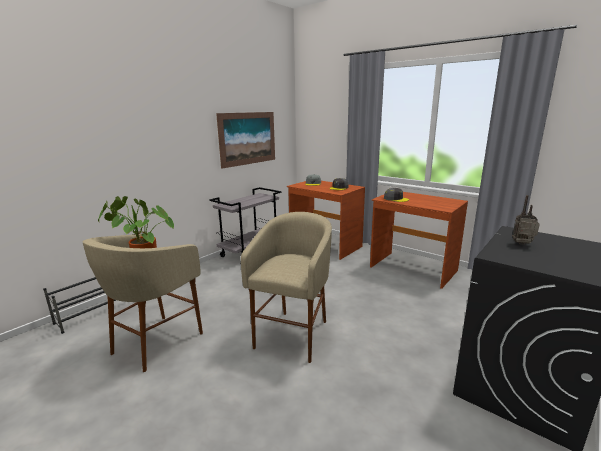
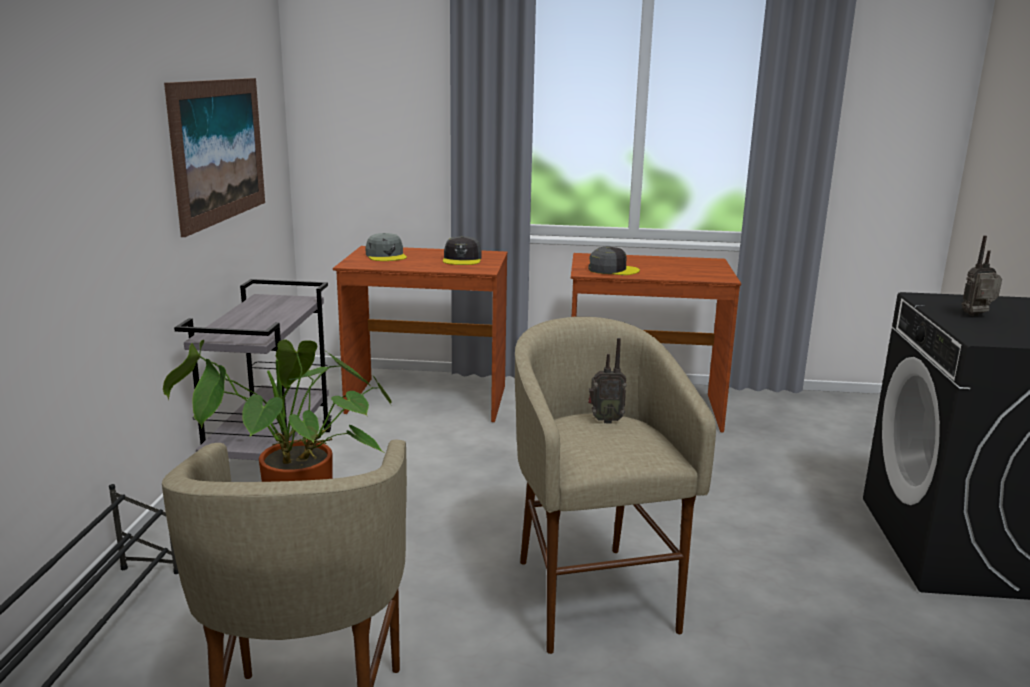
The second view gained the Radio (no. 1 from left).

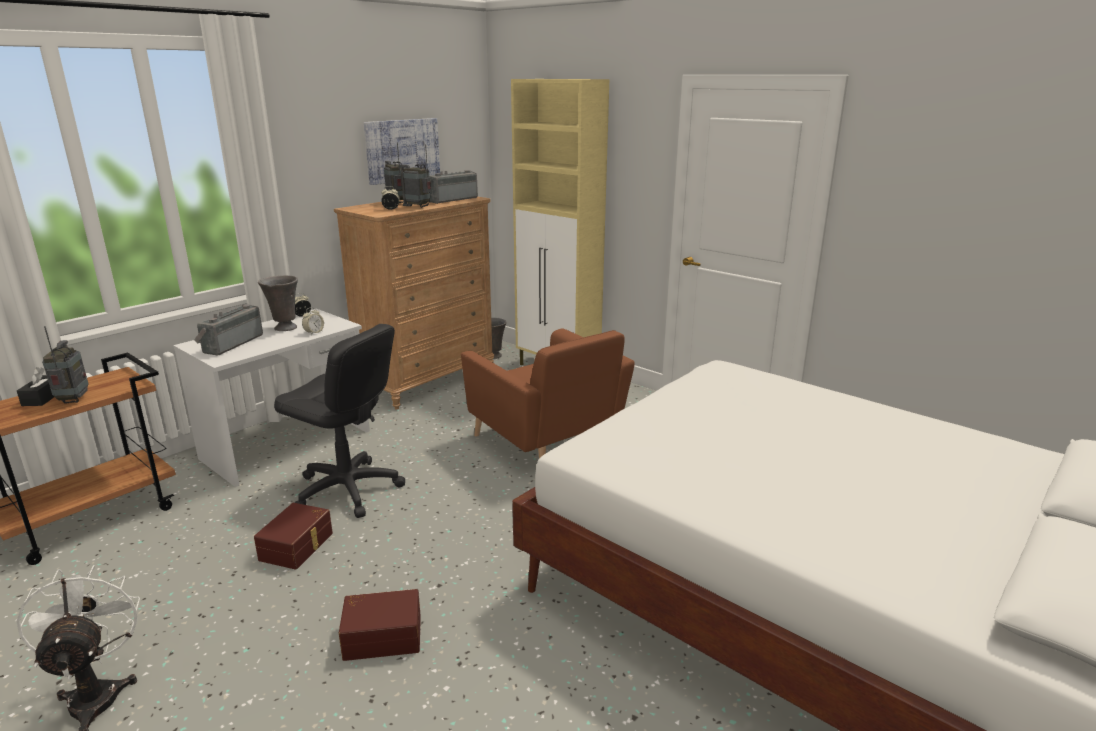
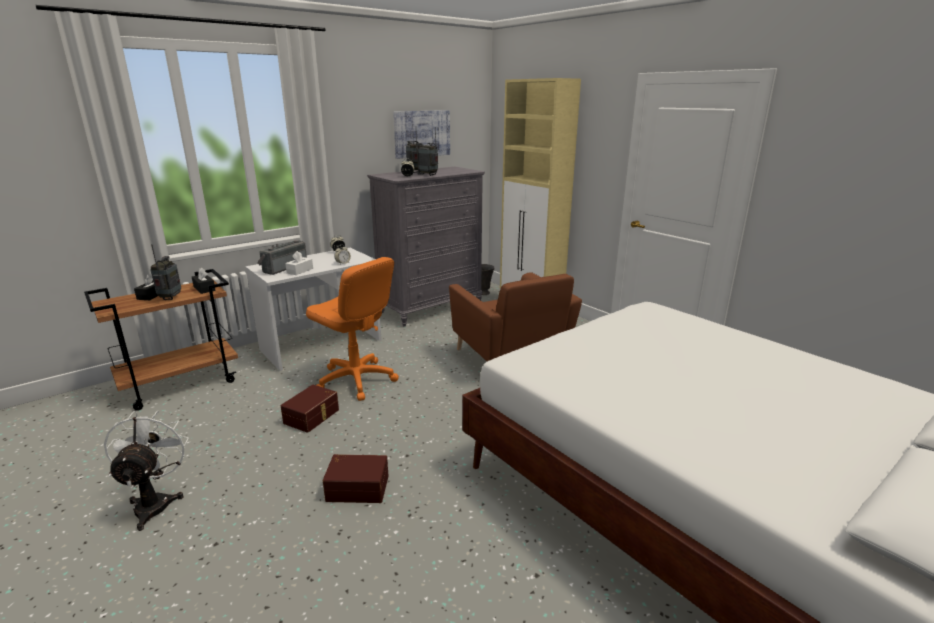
The second view lost the Vase/grau (no. 1 from left).
The second view lost the Radio (no. 5 from left).
The second view gained the Taschentuchbox/schwarz (no. 2 from left).
The second view gained the Taschentuchbox/weiß.
What was the Bürostuhl/schwarz turned into the Bürostuhl/orange.
What was the Kommode/braun turned into the Kommode/grau.

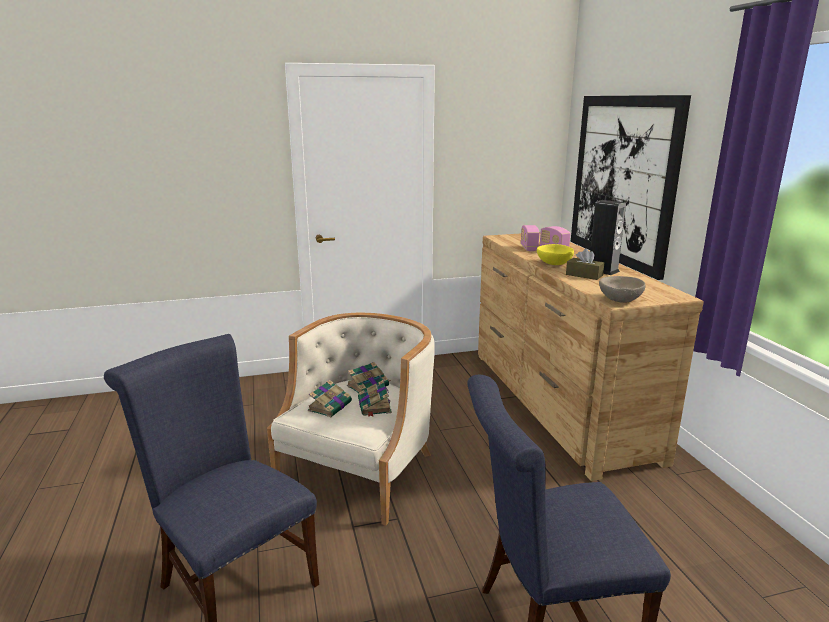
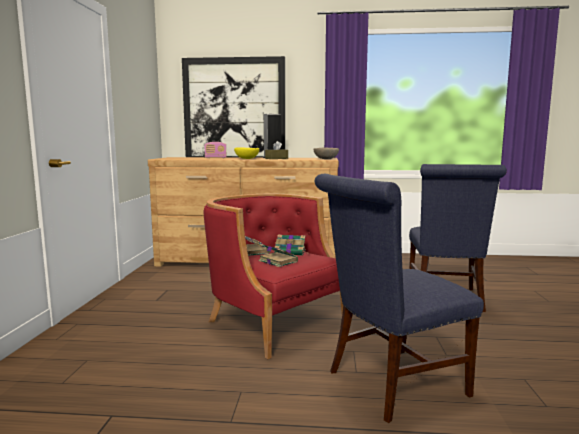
The second view lost the Radio (no. 1 from left).
What was the Sessel/beige turned into the Sessel/rot.

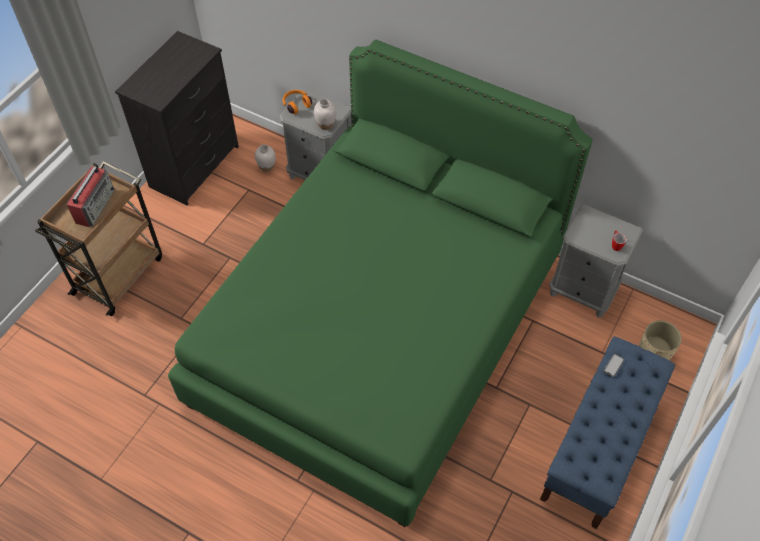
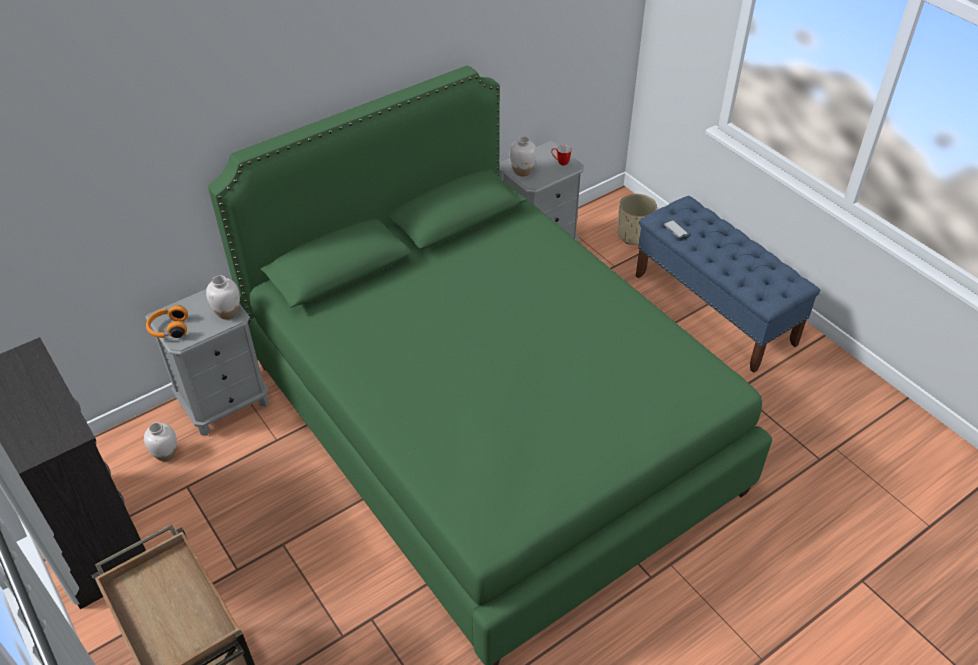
The second view lost the Radio.
The second view gained the Vase/weiß (no. 3 from left).

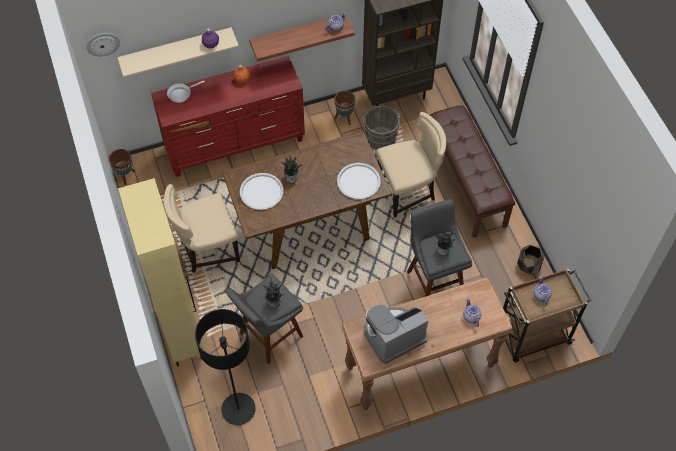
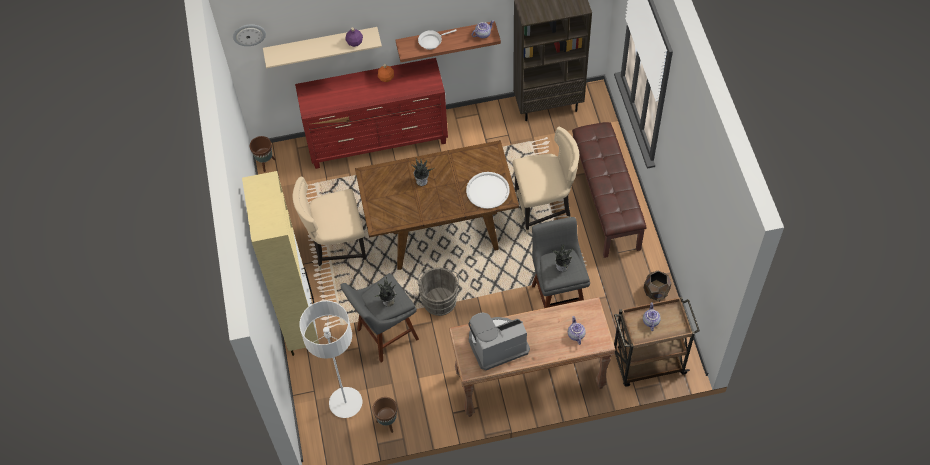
The second view lost the Tablett/weiß (no. 1 from left).
The Pfanne/weiß ended up elsewhere.
The Pflanzkübel/braun (no. 2 from left) ended up elsewhere.
The Eimer/grau ended up elsewhere.
What was the Stehlampe/schwarz turned into the Stehlampe/weiß.

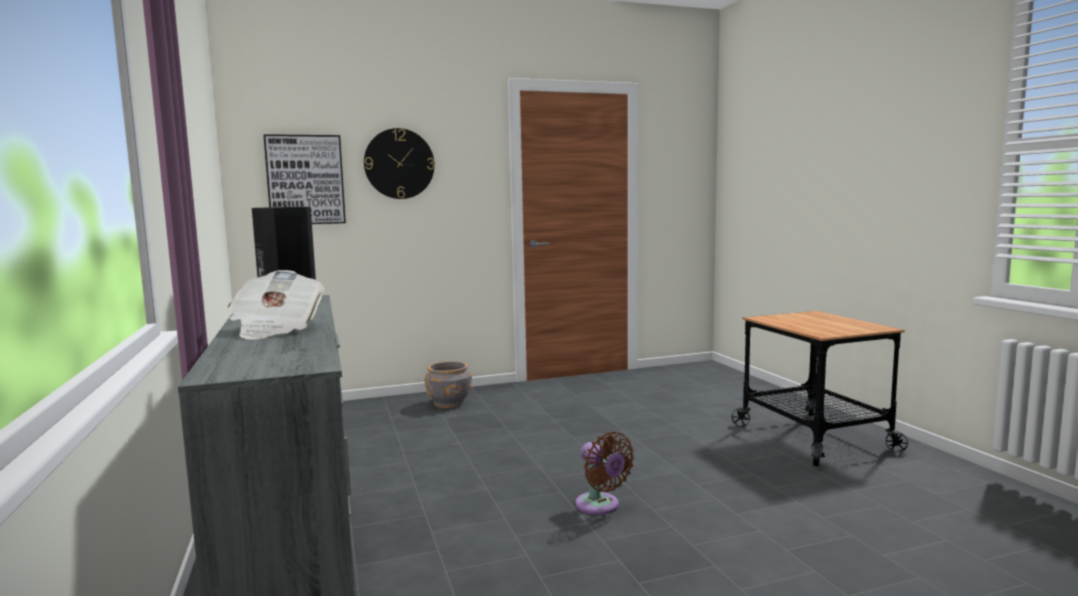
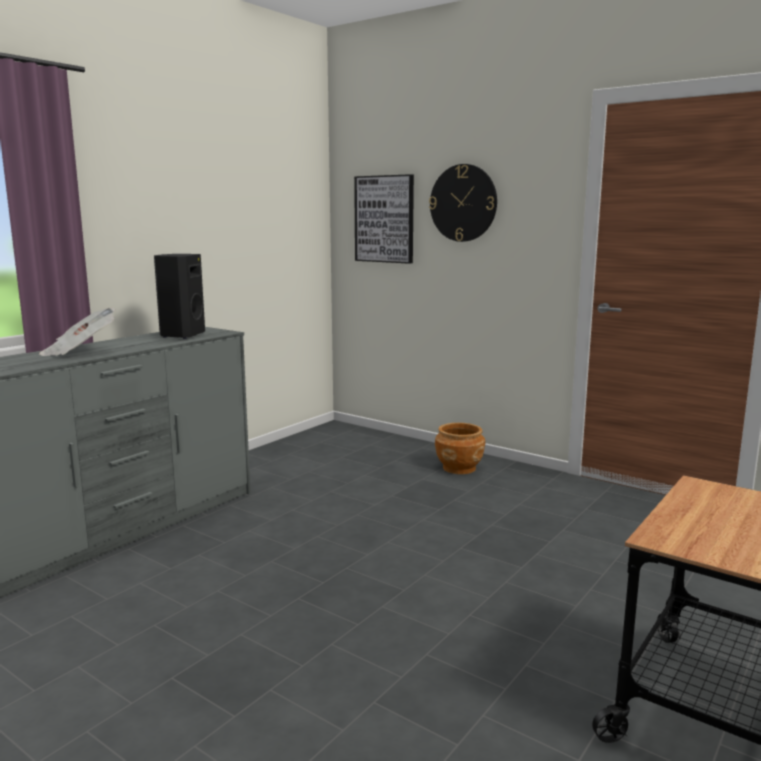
The second view lost the Ventilator/braun.
What was the Pflanzkübel/grau turned into the Pflanzkübel/braun.

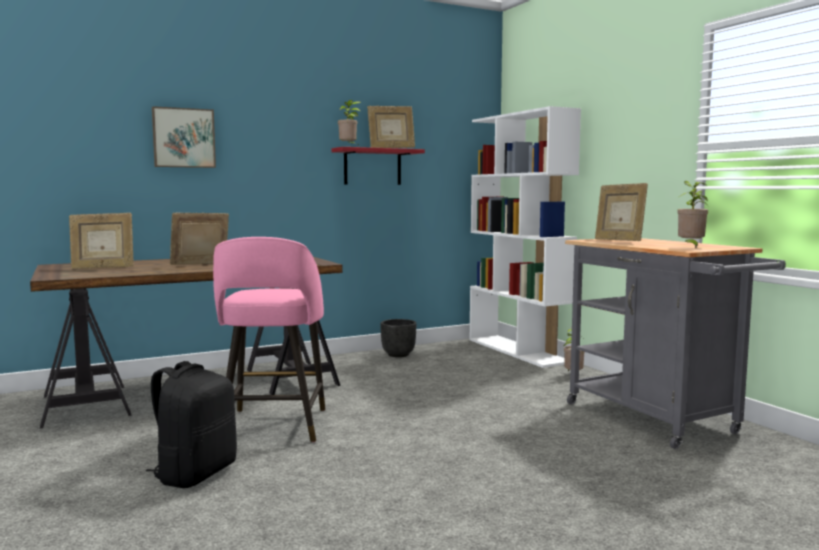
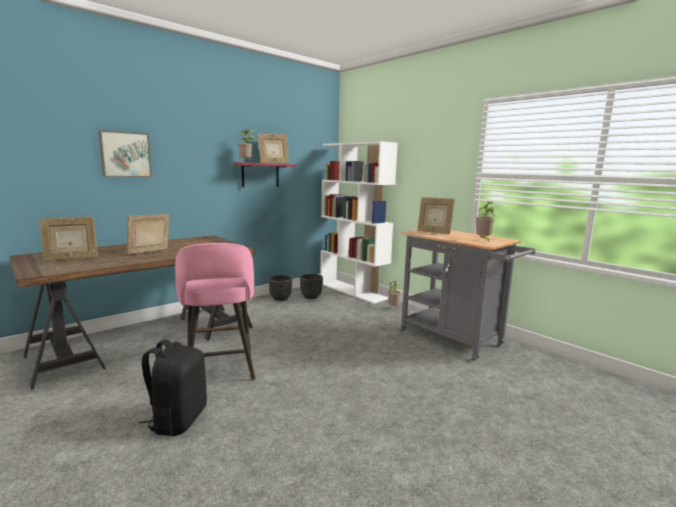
The second view gained the Pflanzkübel/schwarz (no. 2 from left).

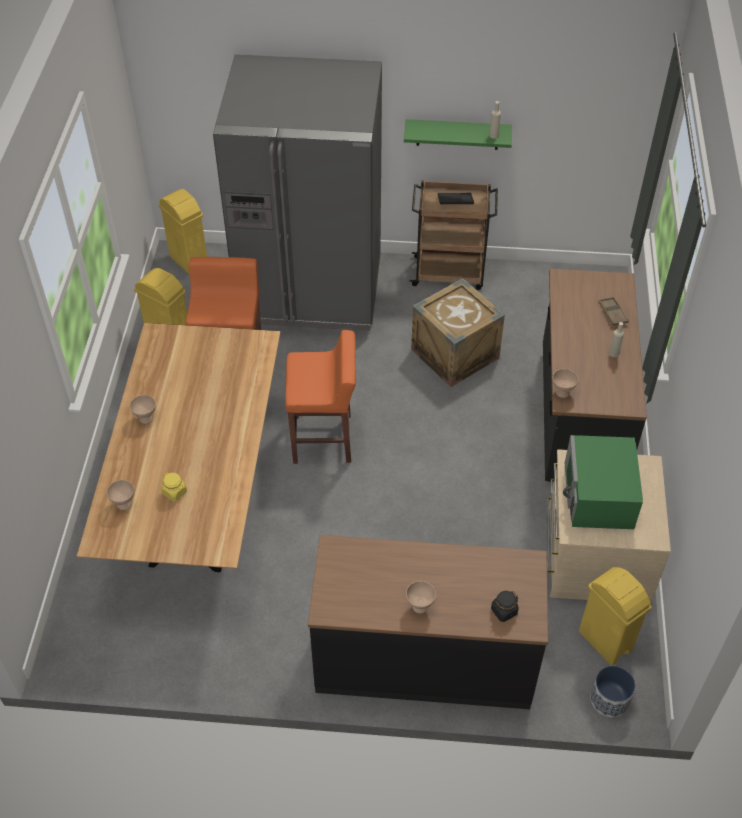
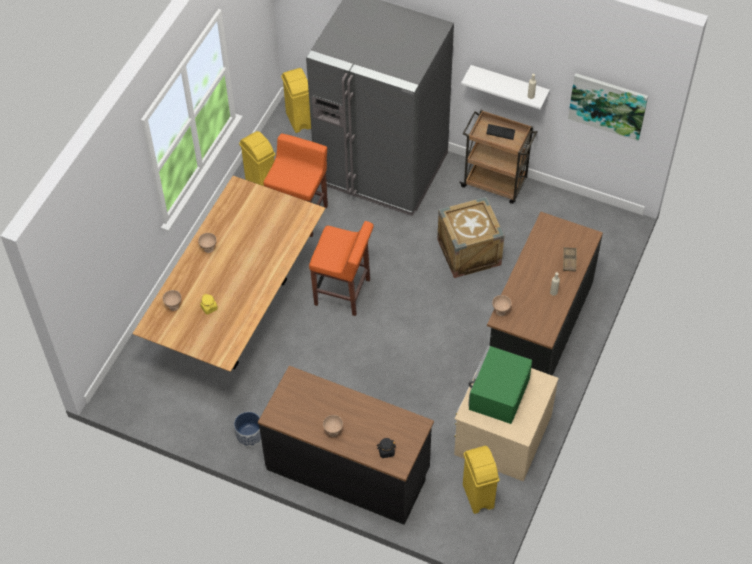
The second view gained the Bild.
The Pflanzkübel ended up elsewhere.
What was the Wandregal/grün turned into the Wandregal/weiß.

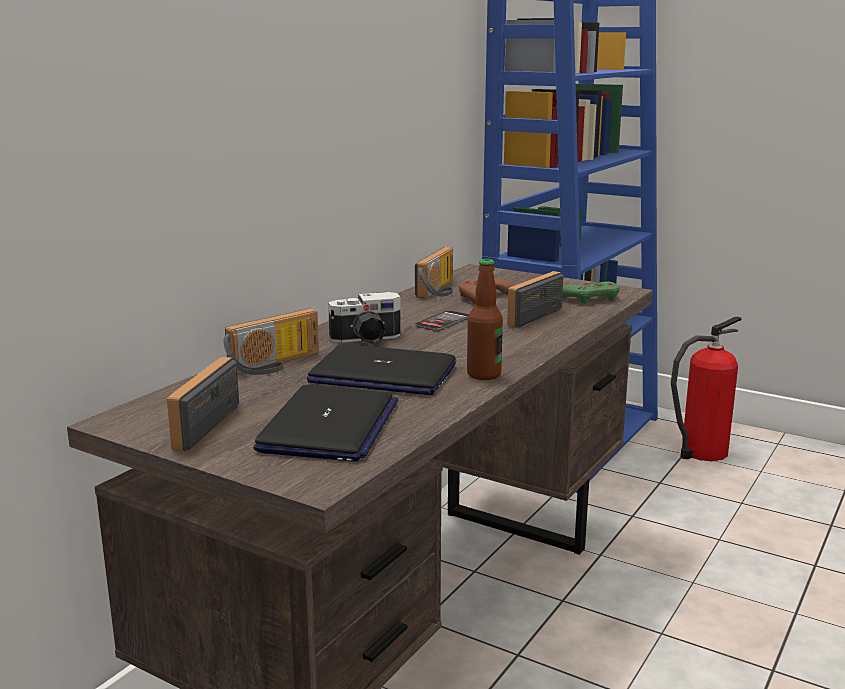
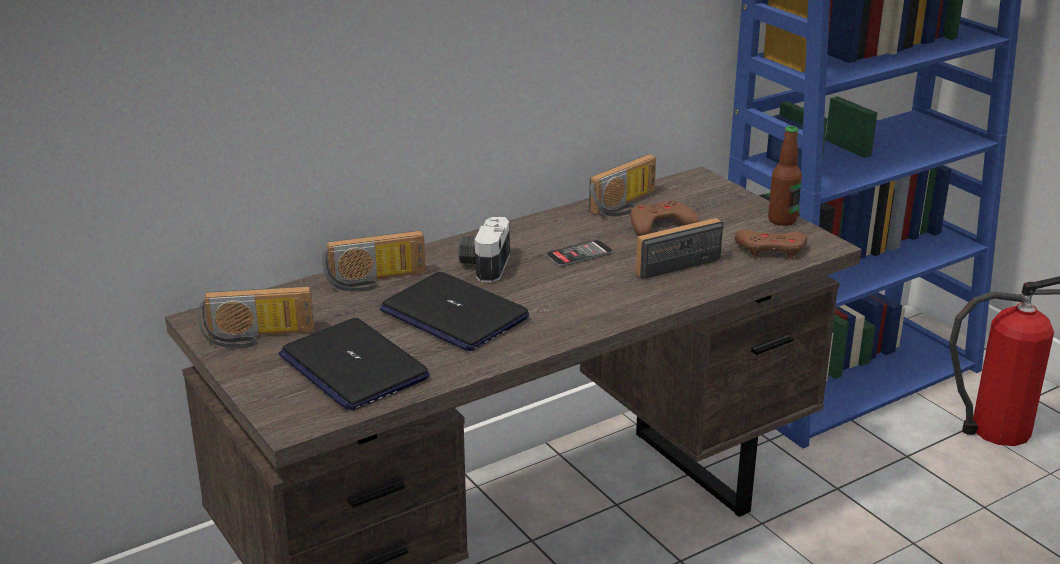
The Flasche ended up elsewhere.
What was the Gamepad/grün turned into the Gamepad/braun (no. 2 from left).
The Radio (no. 1 from left) ended up facing another way, 135 degrees counterclockwise from before.
The Laptop (no. 1 from left) ended up facing another way, 105 degrees clockwise from before.
The Kamera ended up facing another way, 90 degrees clockwise from before.

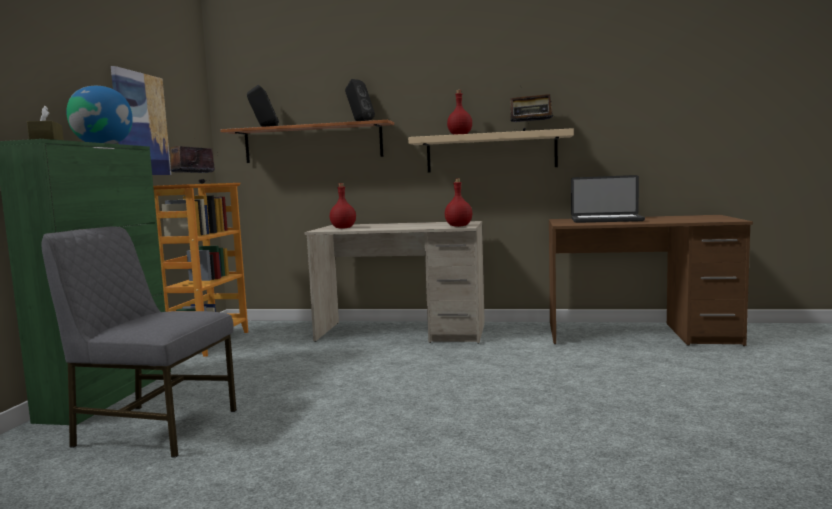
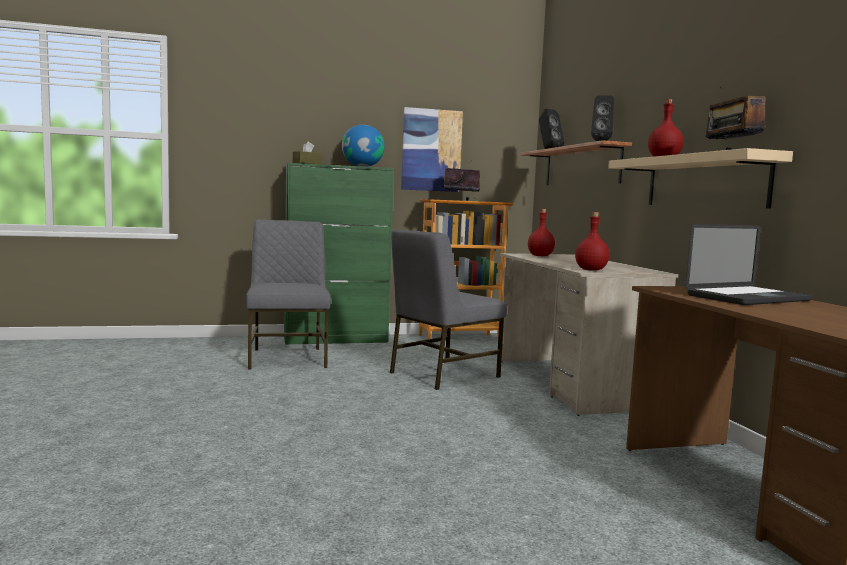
The second view gained the Stuhl/grau (no. 2 from left).
The Laptop ended up facing another way, 105 degrees counterclockwise from before.

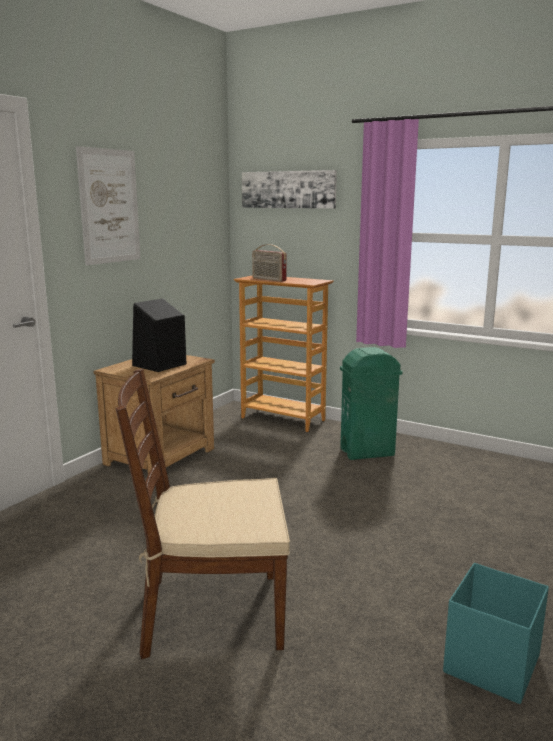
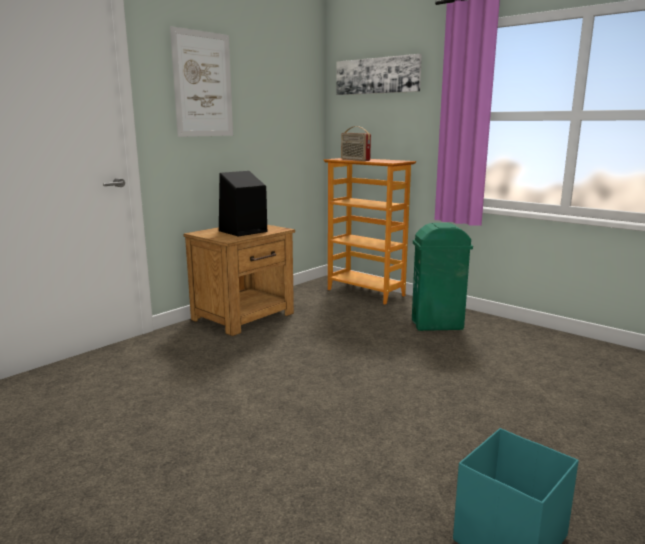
The second view lost the Stuhl/braun.

